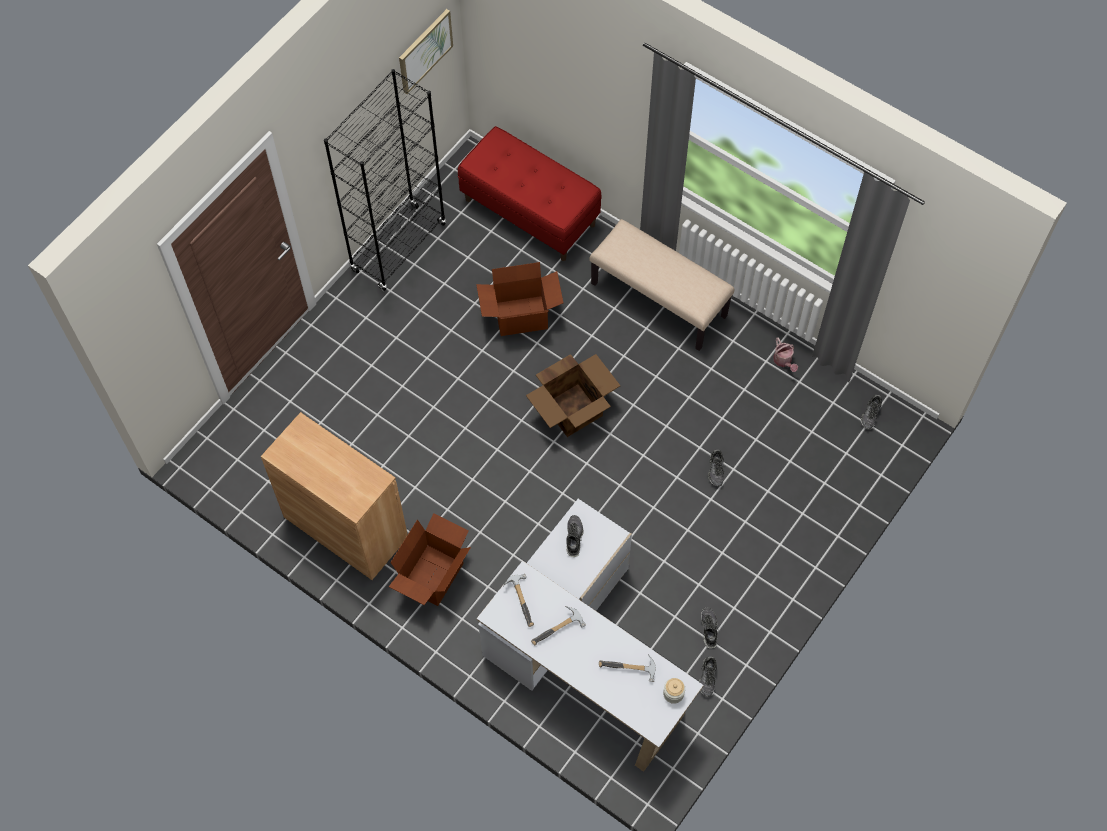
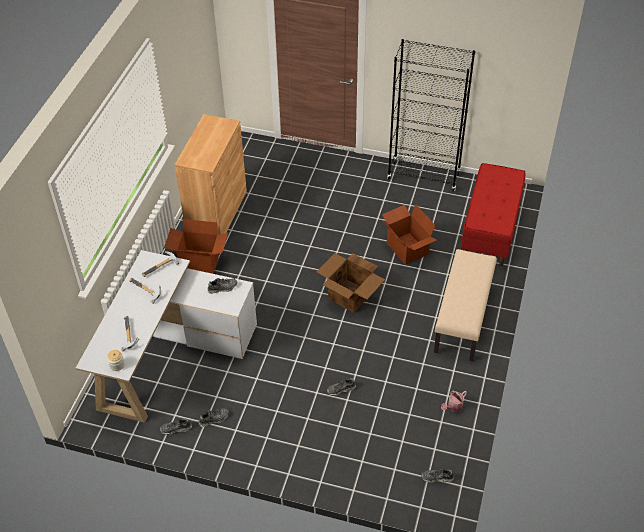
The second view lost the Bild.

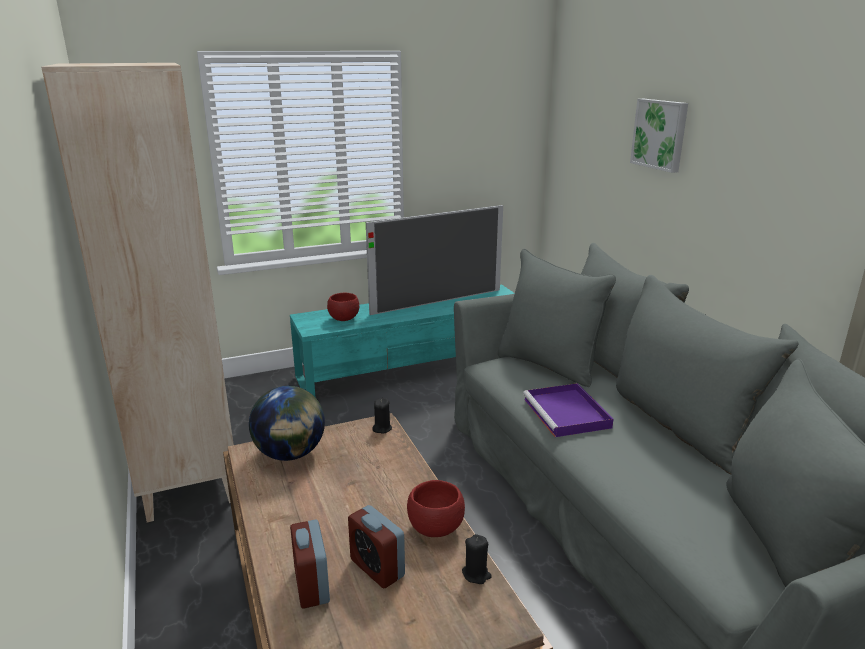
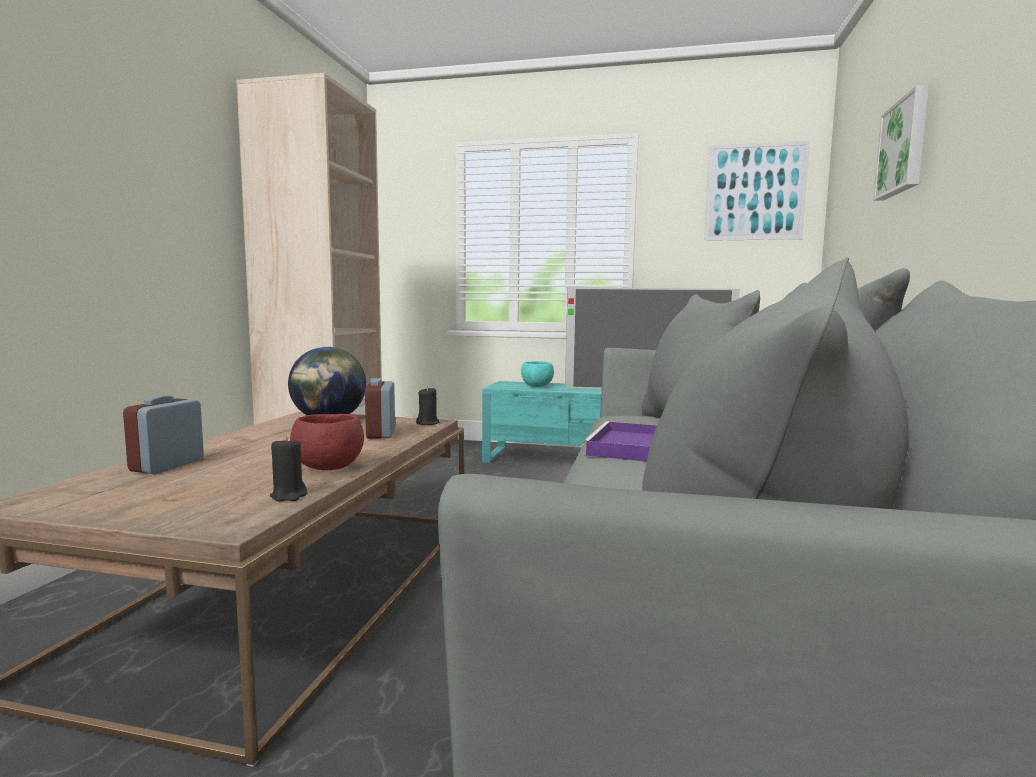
The second view gained the Bild (no. 1 from left).
The Wecker (no. 2 from left) ended up elsewhere.
What was the Schüssel/rot (no. 1 from left) turned into the Schüssel/türkis.

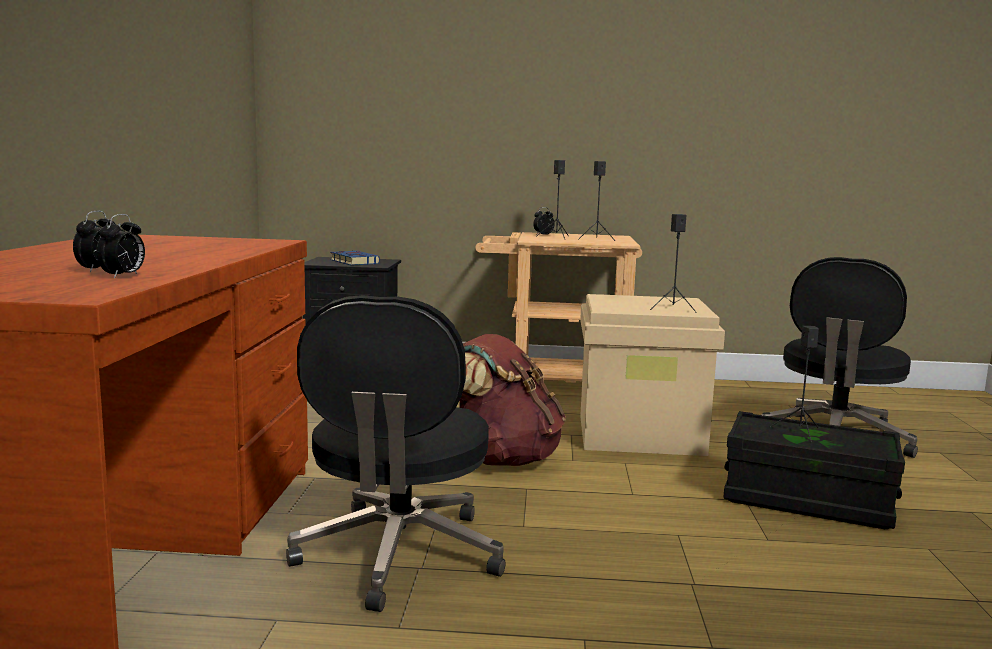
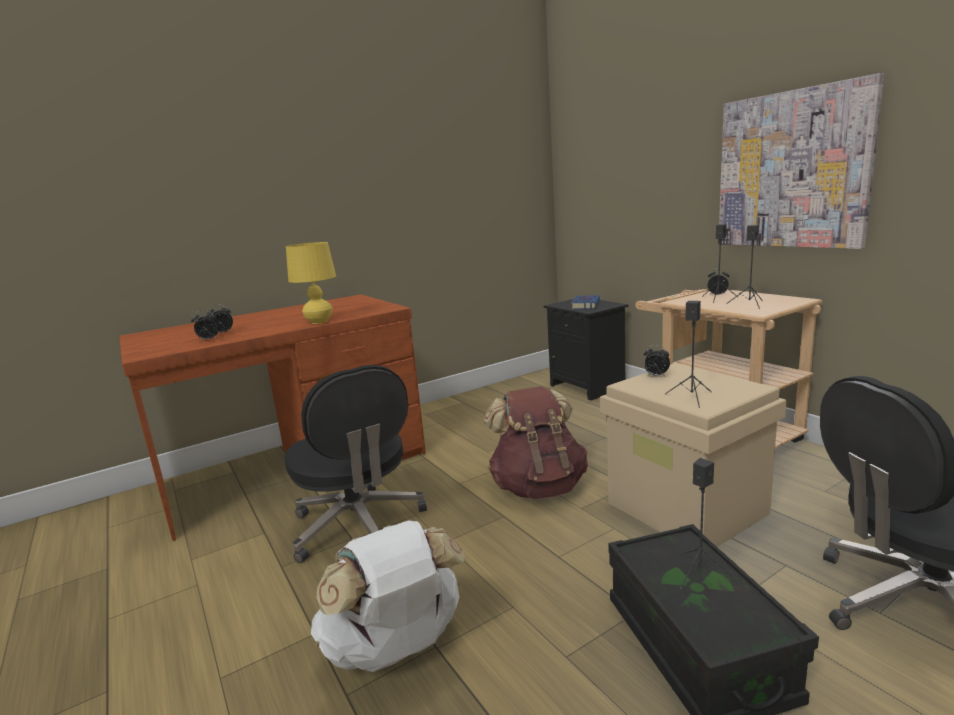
The second view gained the Tischlampe/gelb.
The second view gained the Rucksack/weiß.
The second view gained the Wecker (no. 3 from left).
The second view gained the Bild.
The Bürostuhl/schwarz (no. 1 from left) ended up facing another way, 90 degrees counterclockwise from before.

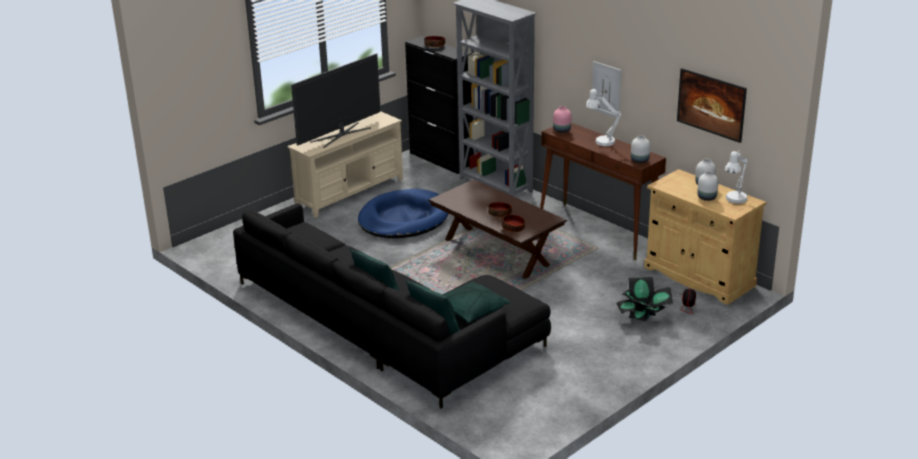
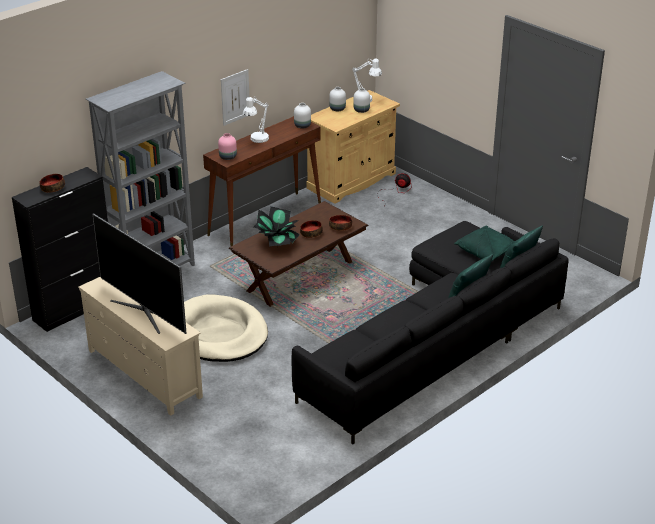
The second view lost the Bild (no. 2 from left).
The Topfpflanze ended up elsewhere.
What was the Hundebett/blau turned into the Hundebett/beige.

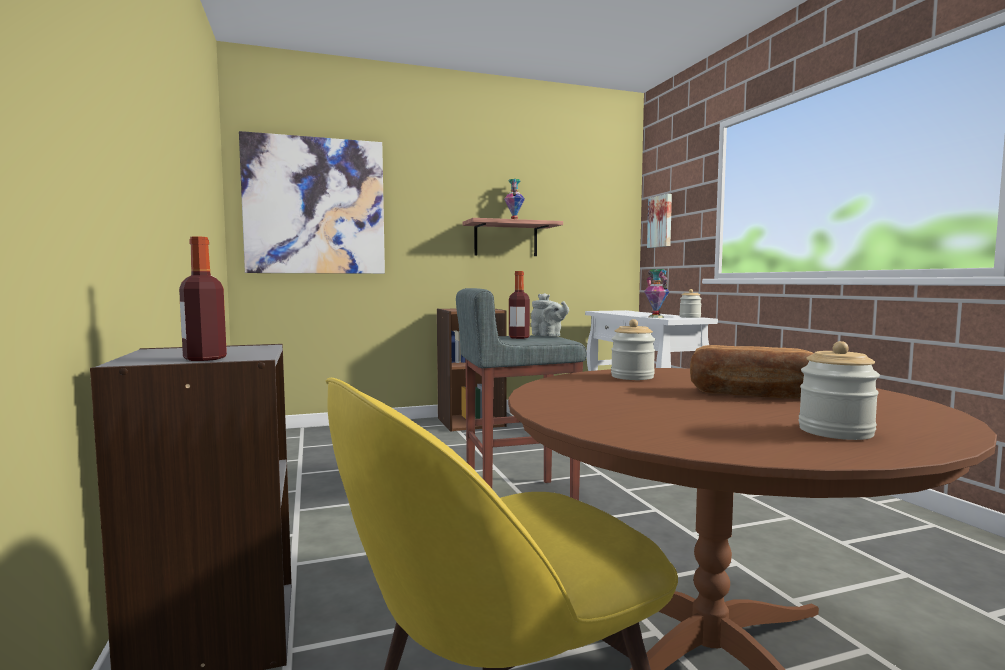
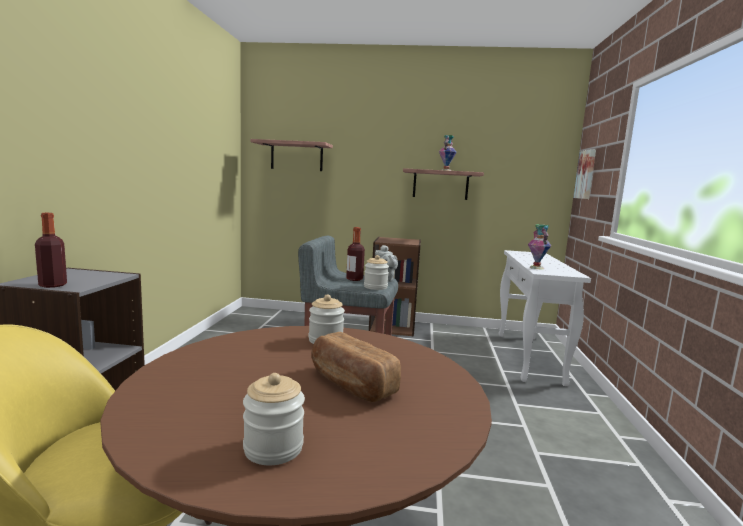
The Vorratsglas (no. 2 from left in the first image) ended up elsewhere.
Where the Bild (no. 1 from left) hung, the Wandregal (no. 1 from left) came to hang.

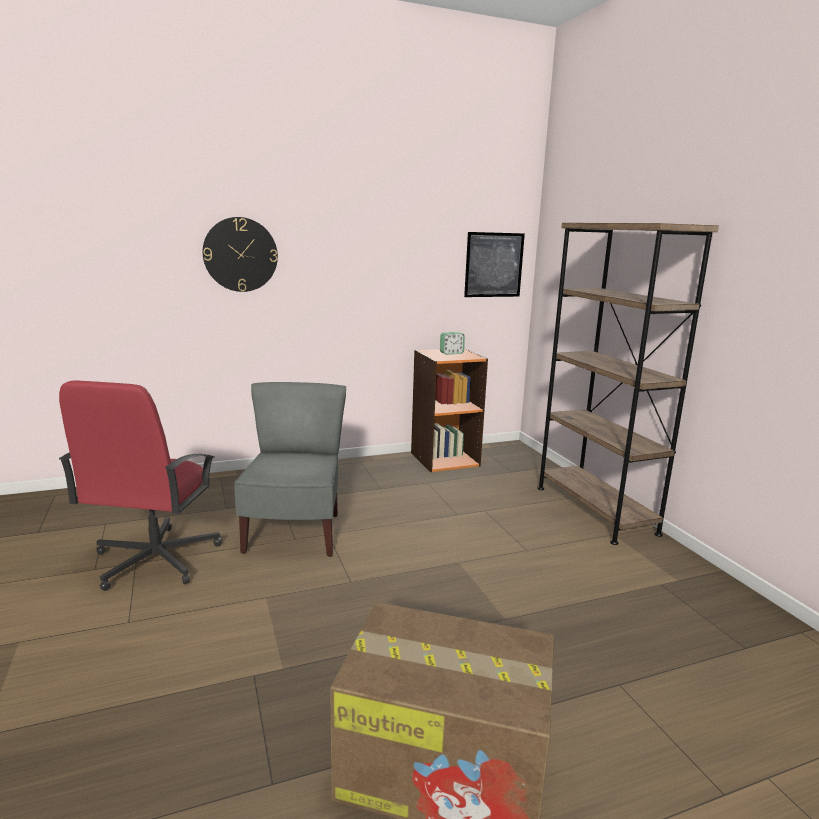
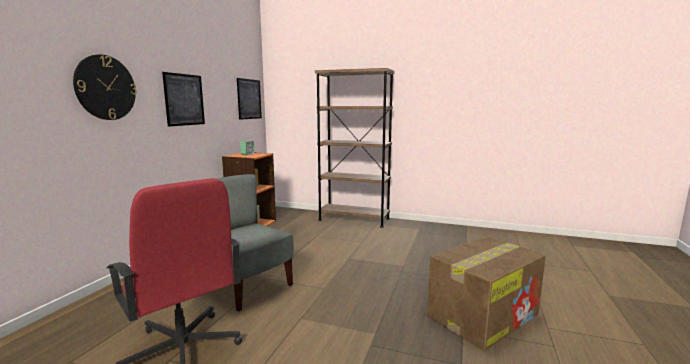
The second view gained the Bild (no. 1 from left).

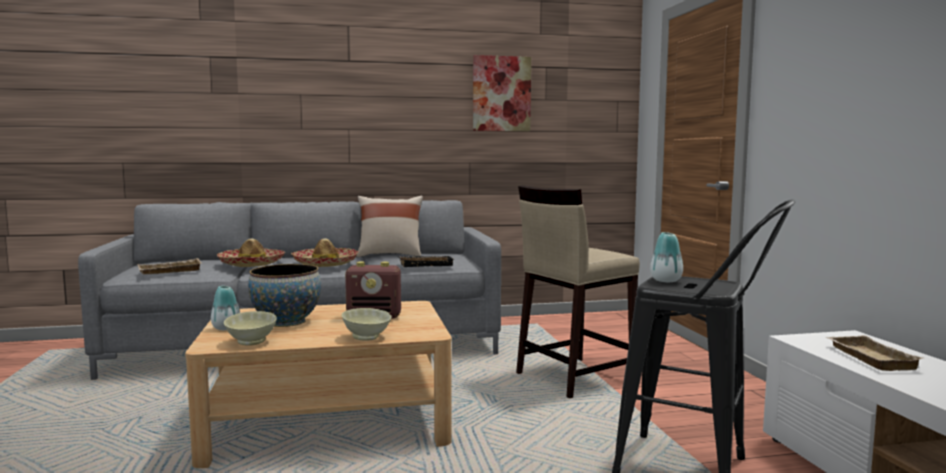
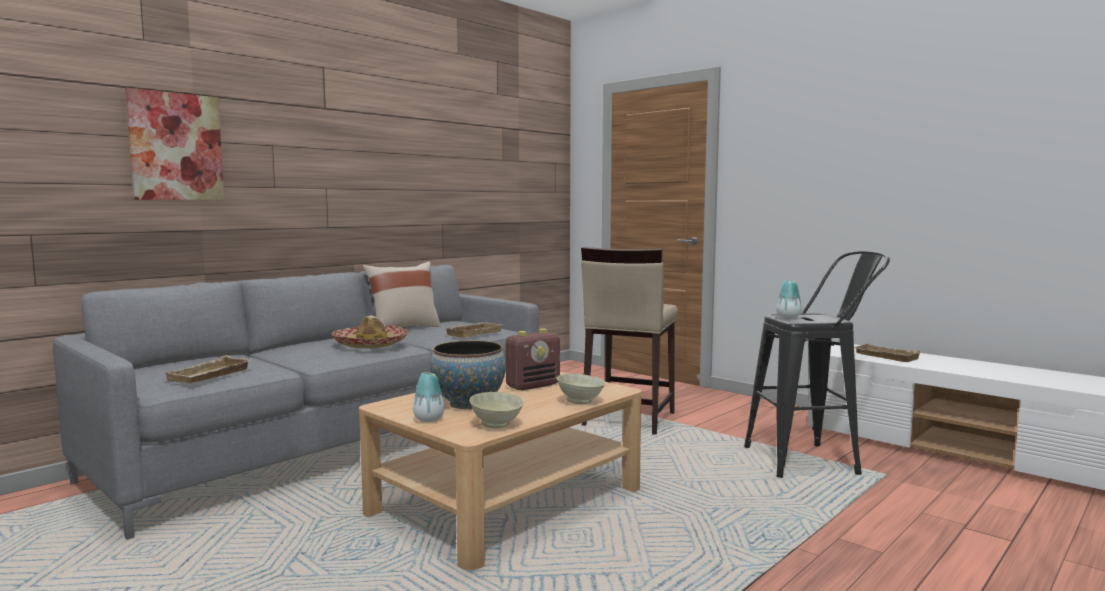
The second view lost the Hut (no. 1 from left).
The Bild ended up elsewhere.
What was the Tablett/schwarz turned into the Tablett/beige (no. 2 from left).

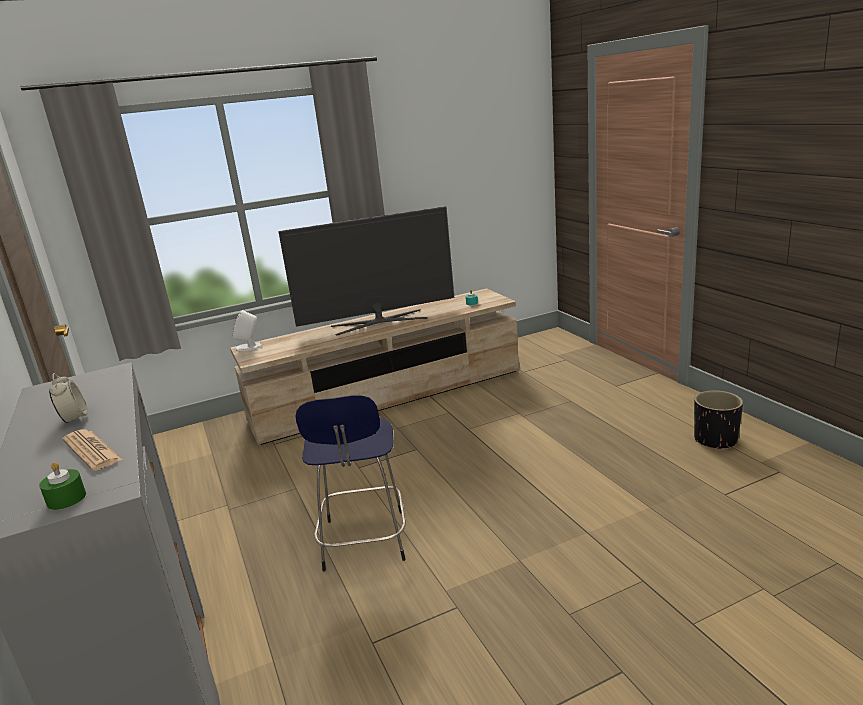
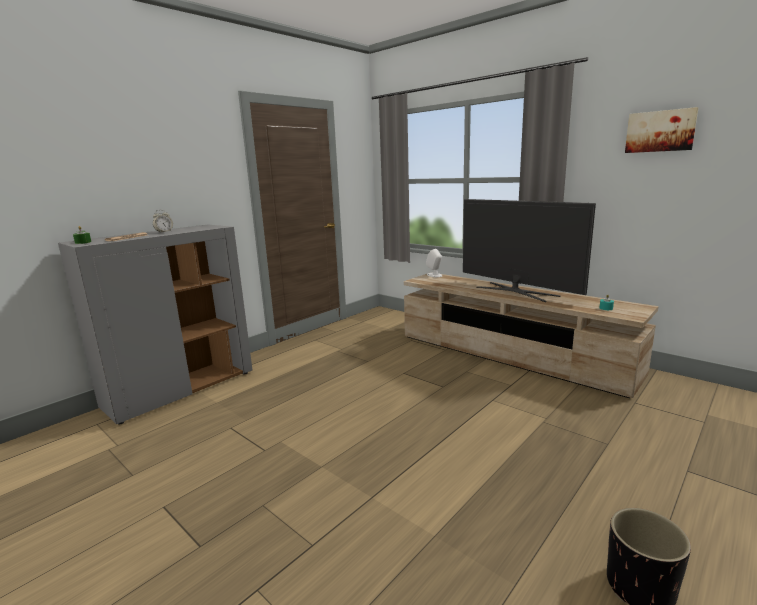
The second view lost the Hocker/blau.
The second view gained the Bild.

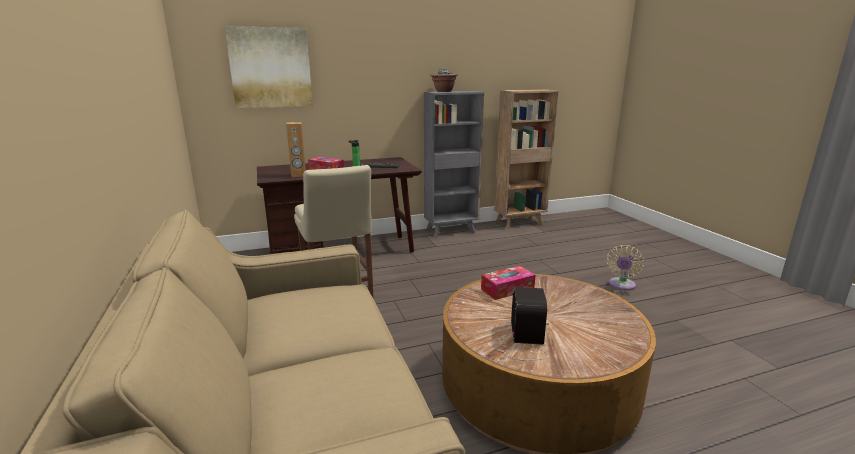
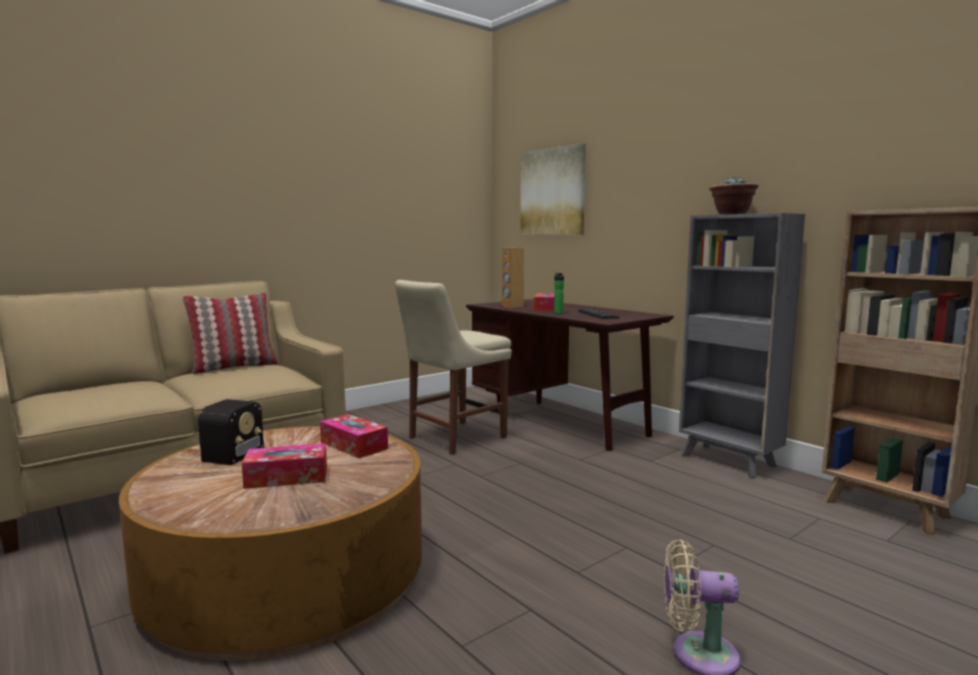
The second view gained the Kissen.
The second view gained the Taschentuchbox (no. 1 from left).
The Radio ended up facing another way, 60 degrees counterclockwise from before.

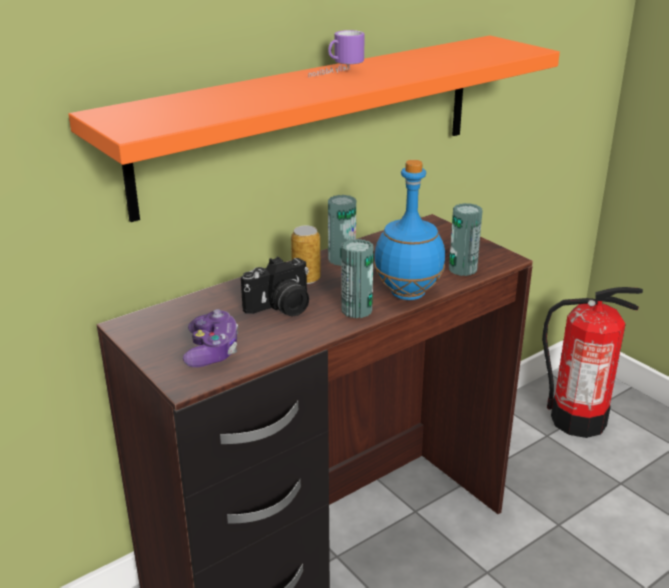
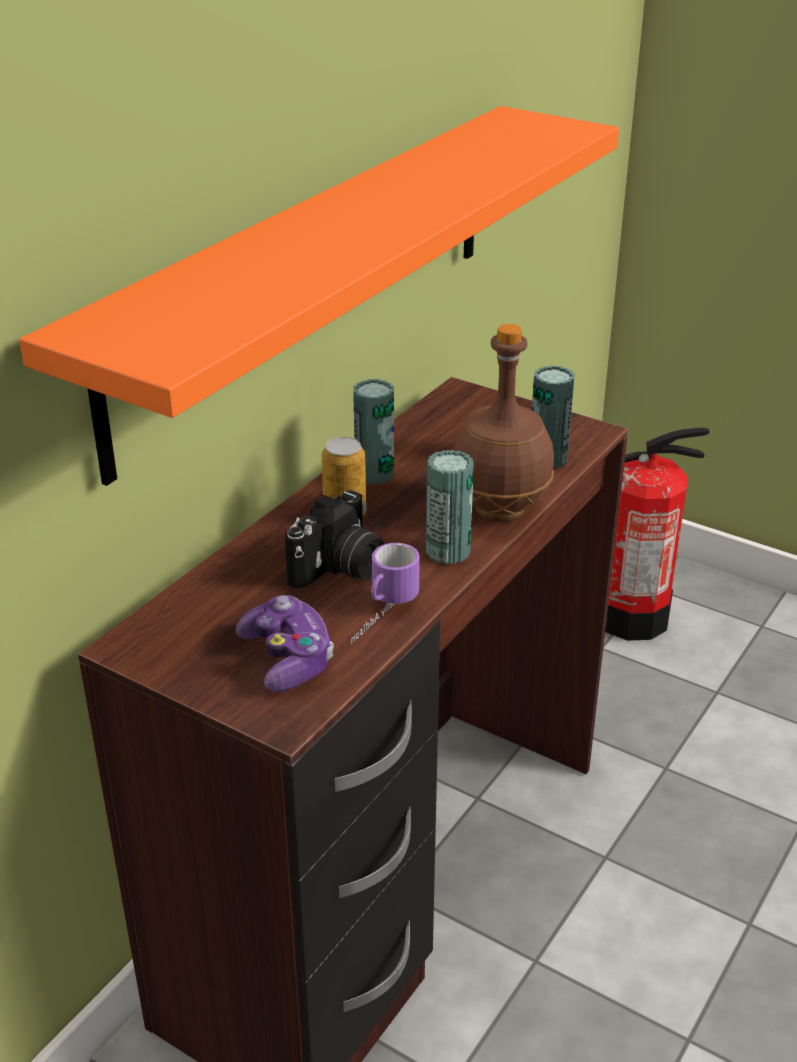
The Henkelbecher ended up elsewhere.
What was the Flasche/blau turned into the Flasche/braun.

